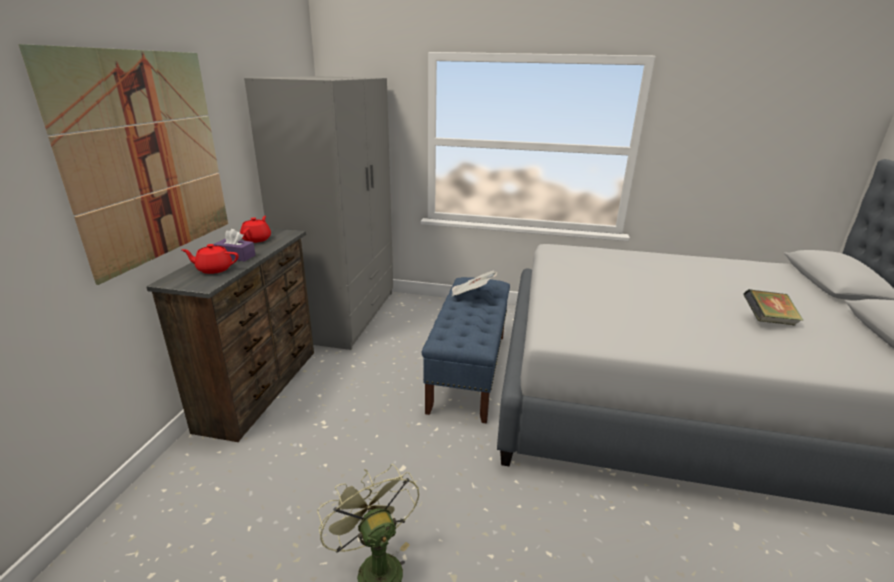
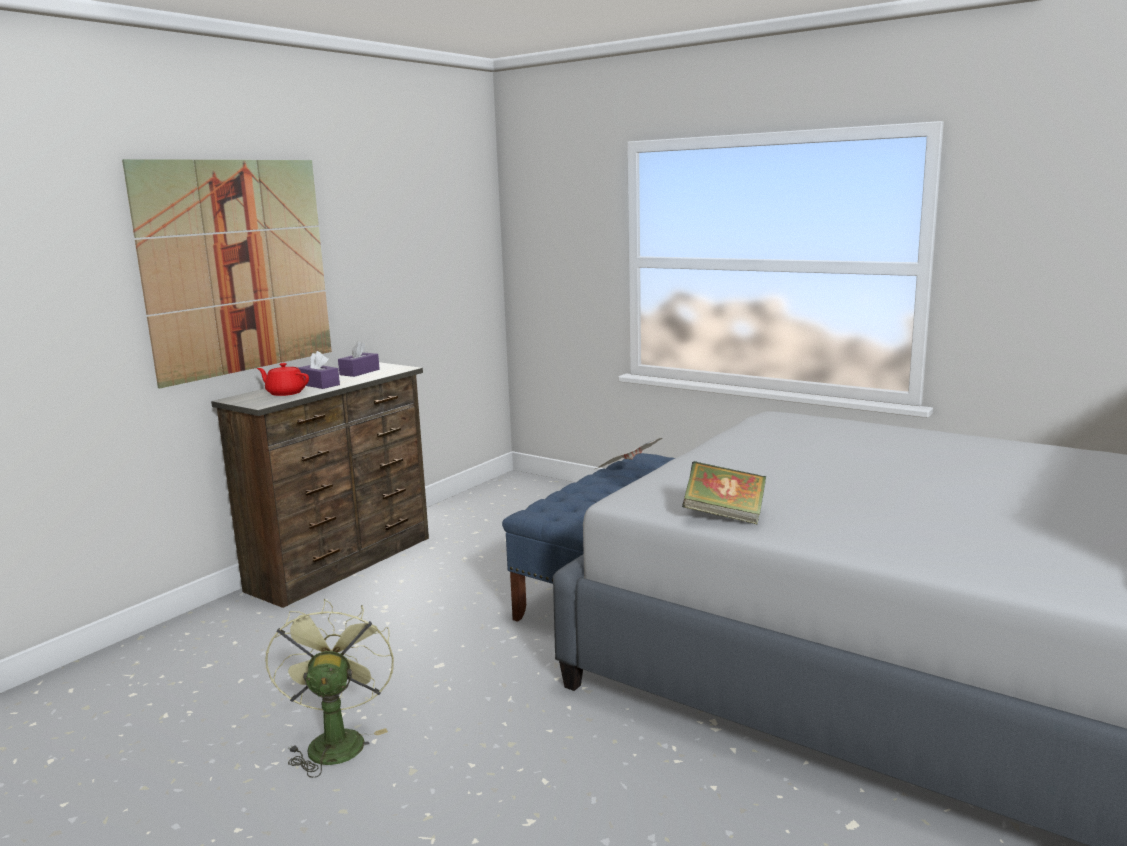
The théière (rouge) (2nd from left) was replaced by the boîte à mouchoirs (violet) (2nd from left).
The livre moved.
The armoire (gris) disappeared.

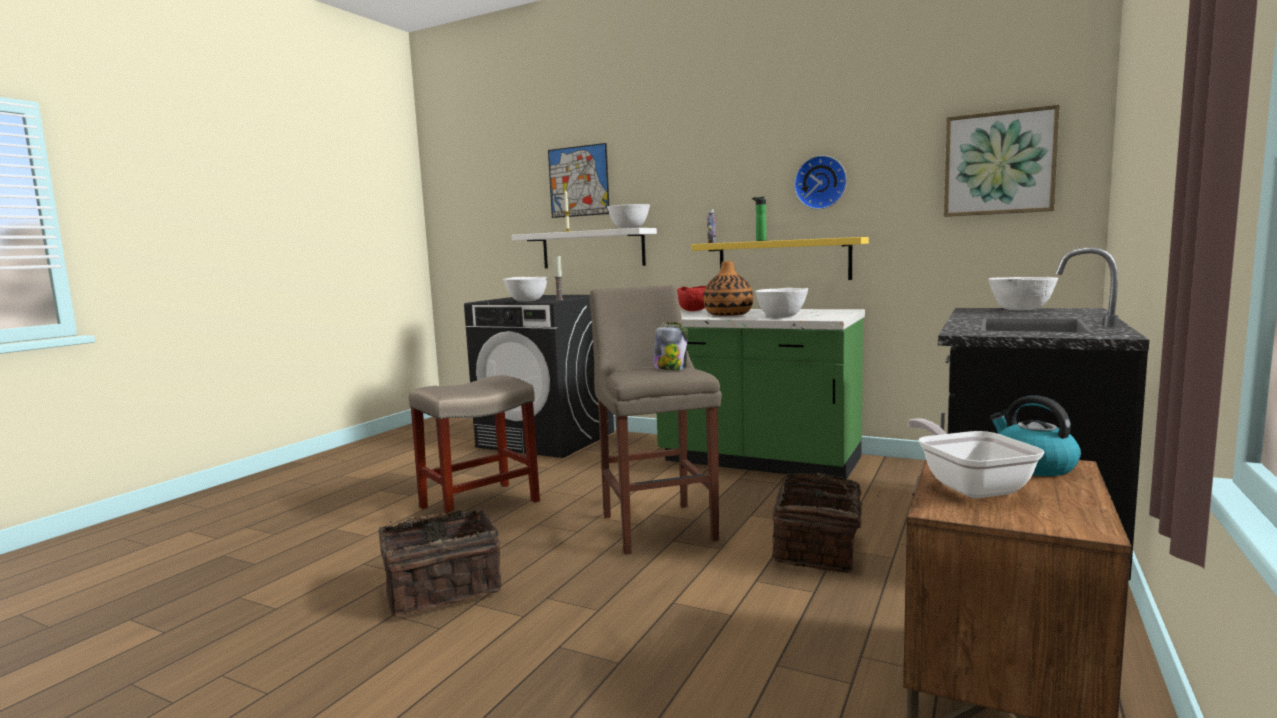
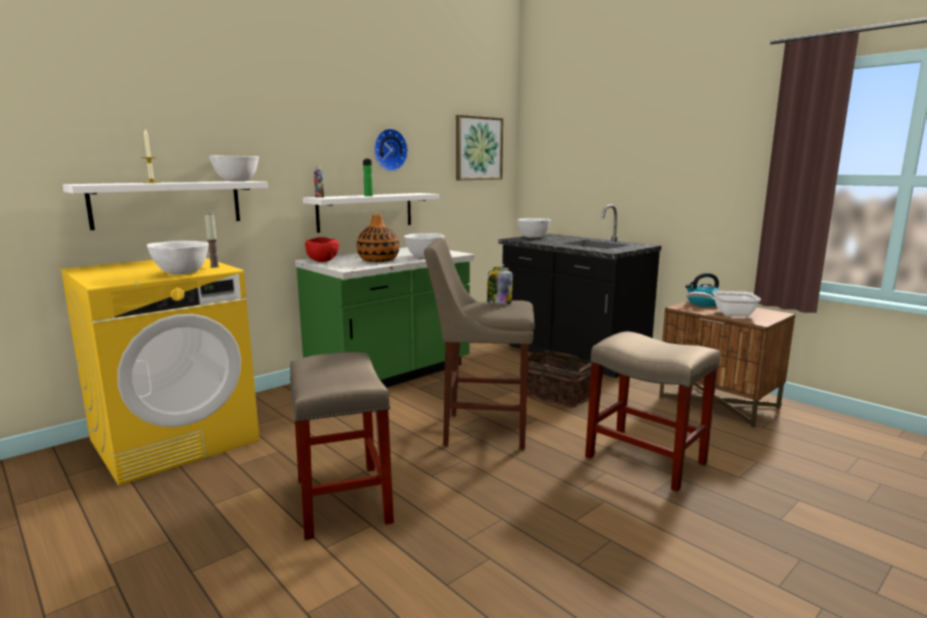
The lave-linge (noir) became the lave-linge (jaune).
The étagère (jaune) became the étagère (blanc) (2nd from left).
The tabouret (beige) (3rd from left) appeared.
The panier (1st from left) disappeared.
The tableau (1st from left) disappeared.

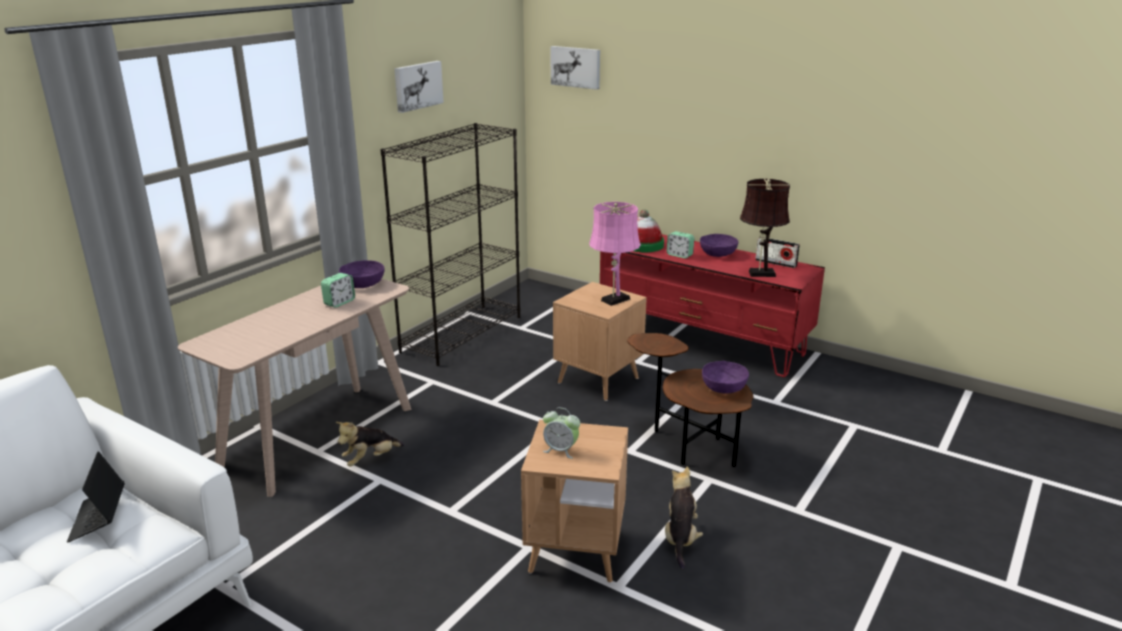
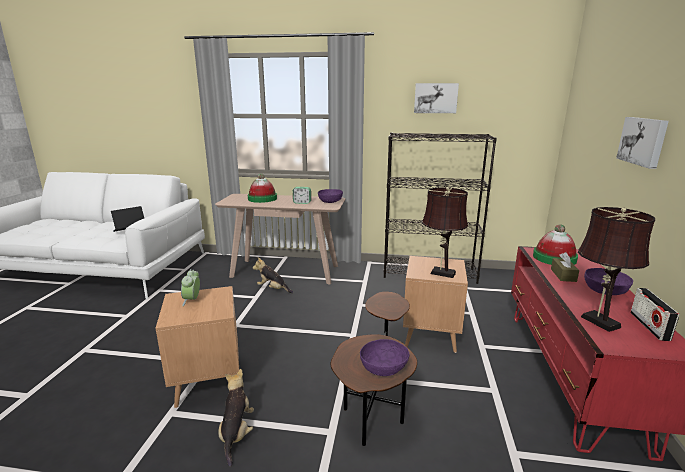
The peluche (2nd from left in the first image) turned 75 degrees counterclockwise.
The chapeau (1st from left) appeared.
The lampe de table (rose) became the lampe de table (marron) (1st from left).
The réveil (3rd from left) was replaced by the boîte à mouchoirs (marron).
The tableau (2nd from left) moved.

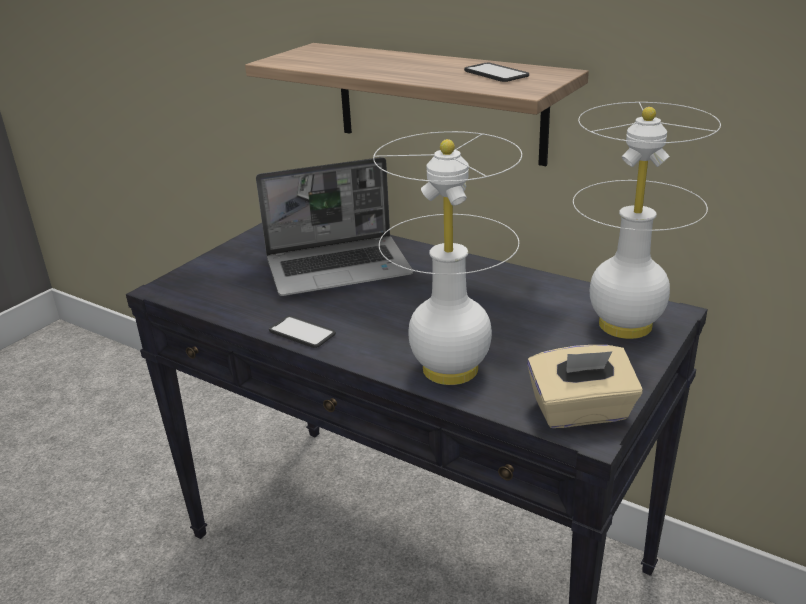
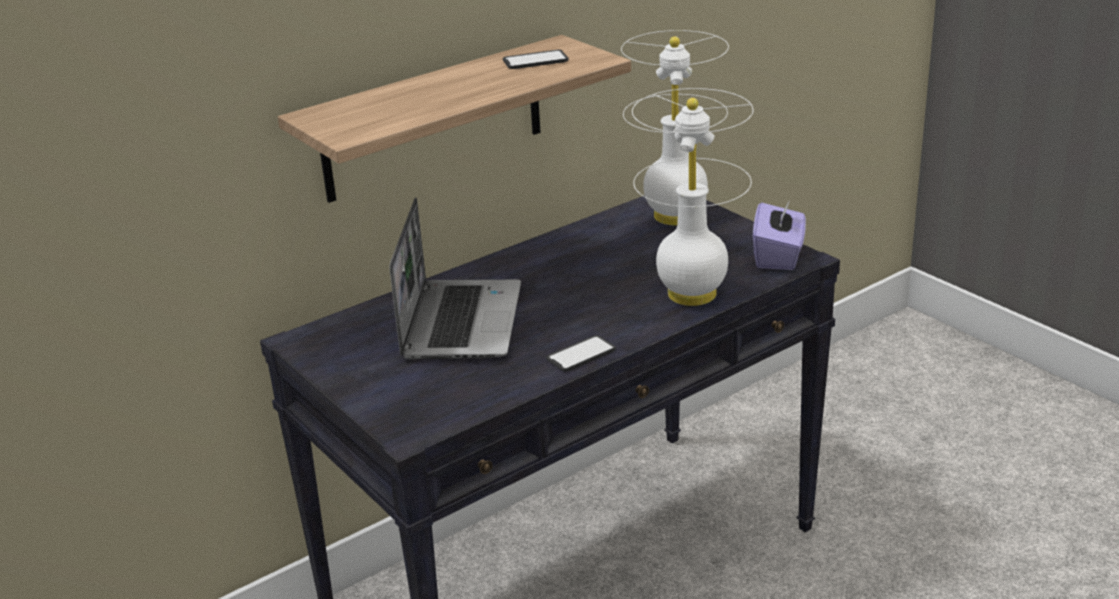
The boîte à mouchoirs (beige) became the boîte à mouchoirs (violet).

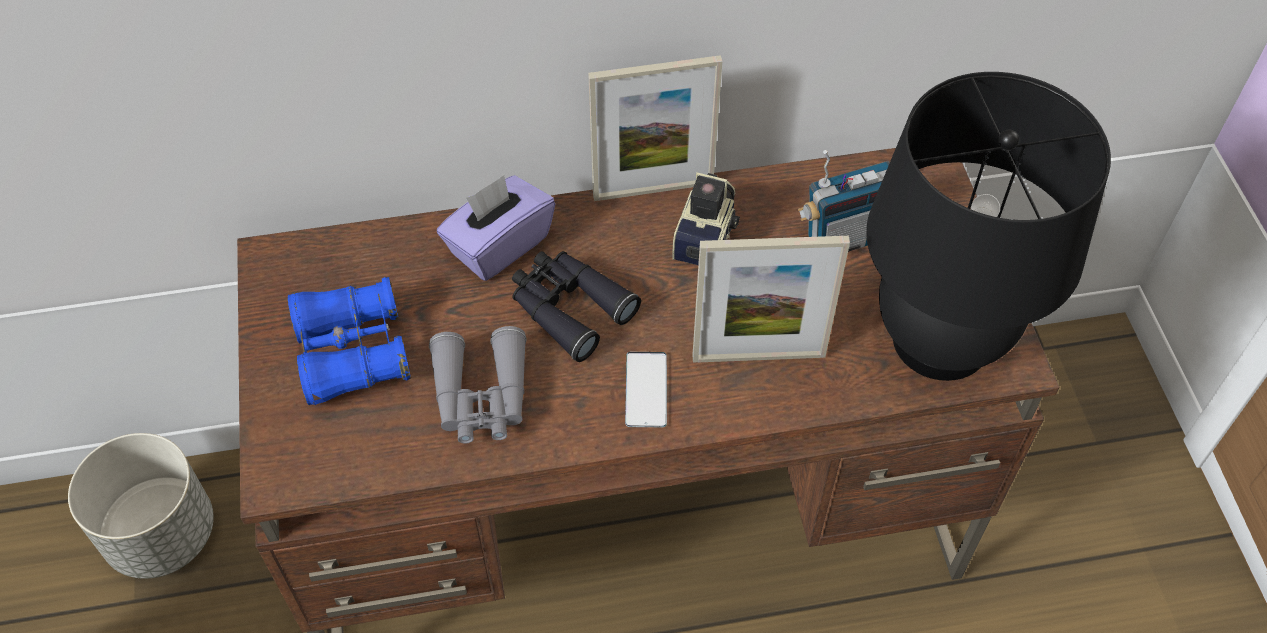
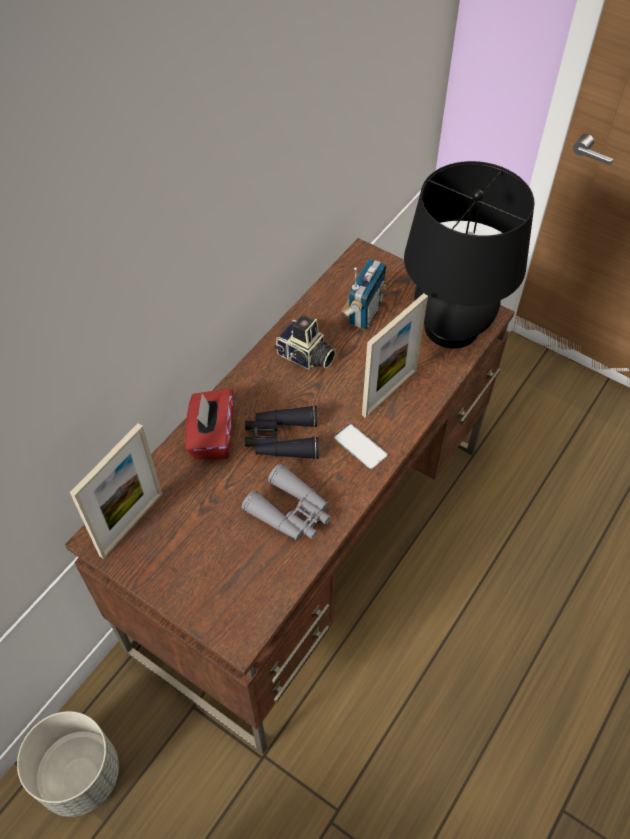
The cadre photo (1st from left) moved.
The boîte à mouchoirs (violet) became the boîte à mouchoirs (rouge).
The appareil photo turned 150 degrees clockwise.
The jumelles (bleu) disappeared.

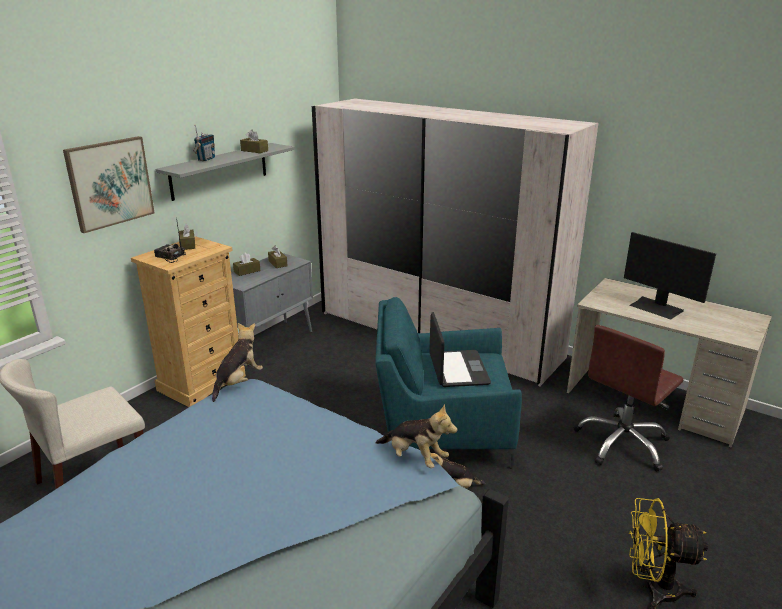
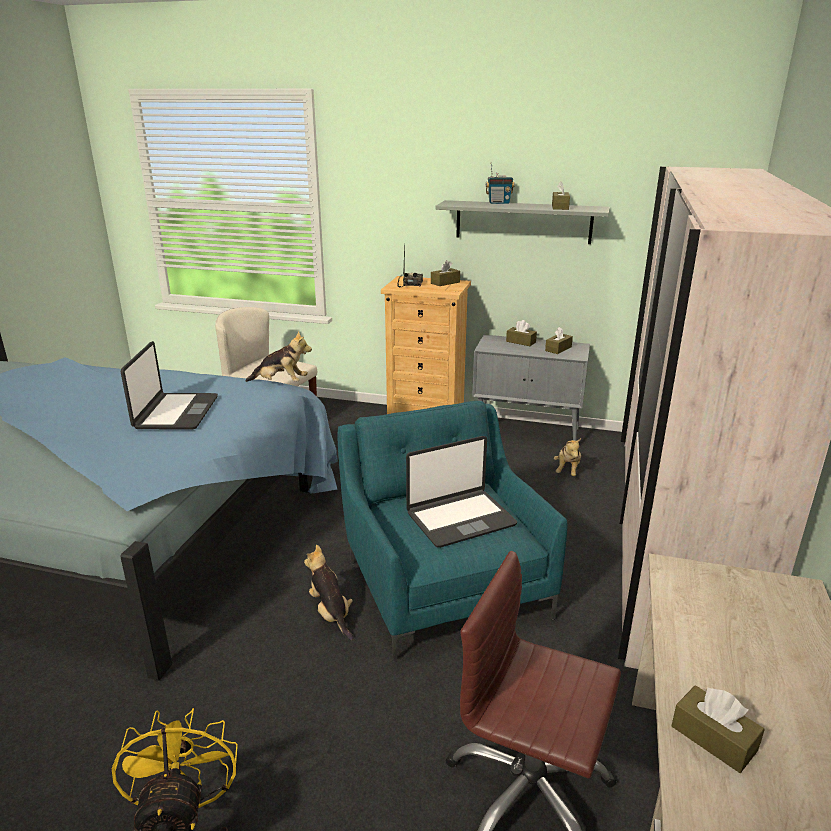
The ordinateur portable (1st from left) appeared.
The peluche (2nd from left in the first image) moved.
The boîte à mouchoirs (marron) (5th from left) appeared.
The tableau disappeared.
The écran d'ordinateur disappeared.

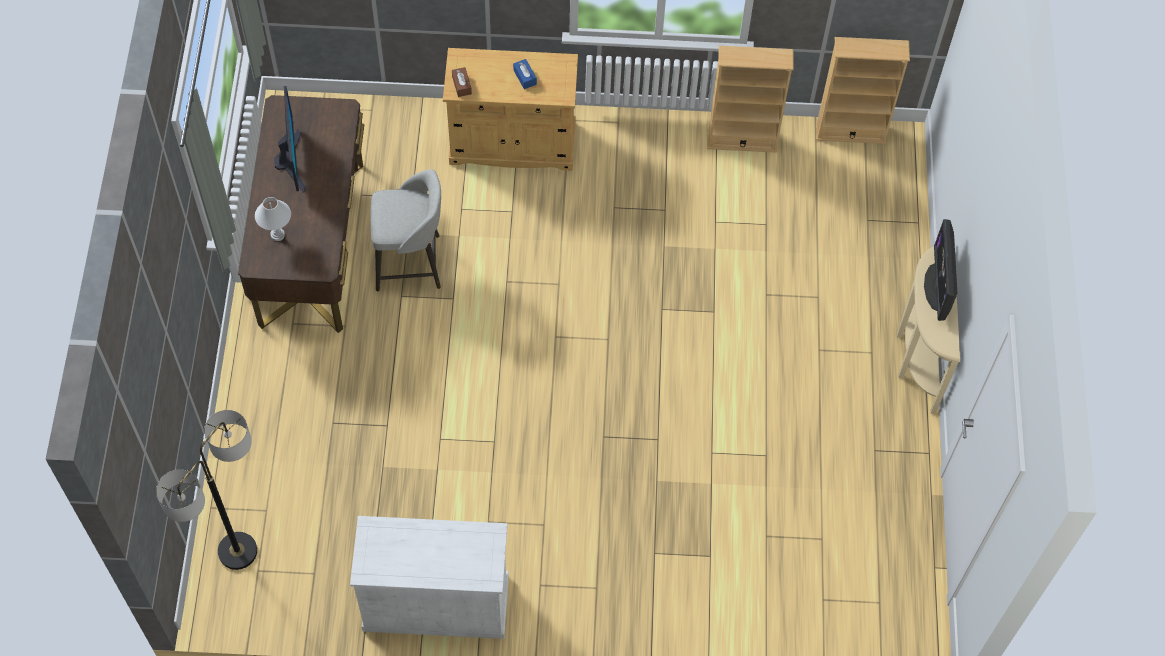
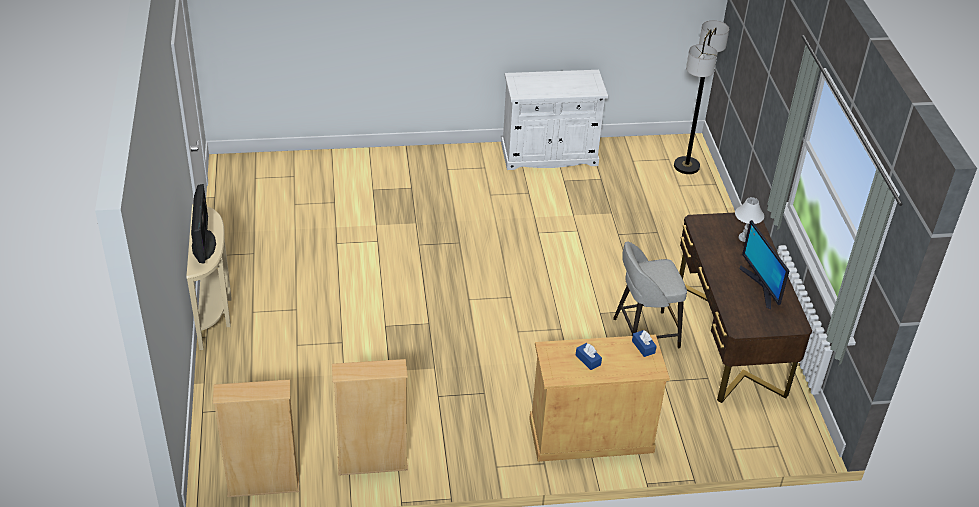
The boîte à mouchoirs (marron) became the boîte à mouchoirs (bleu) (2nd from left).

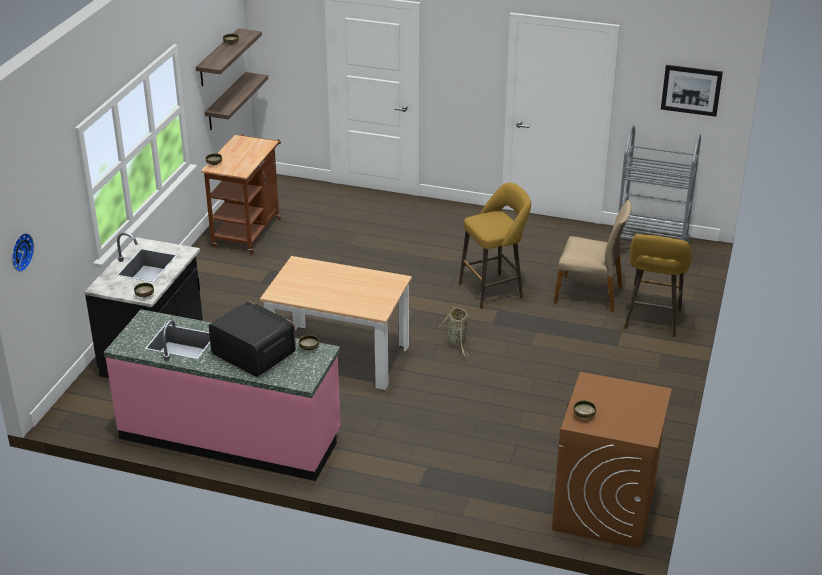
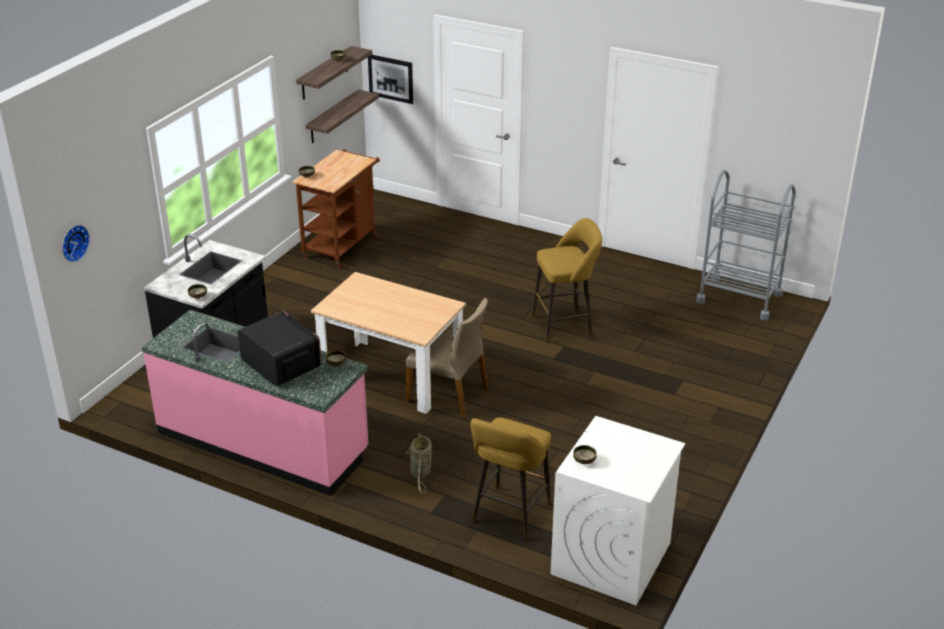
The tableau moved.
The chaise (beige) moved.
The panier moved.
The tabouret (jaune) (2nd from left in the first image) moved.
The lave-linge (marron) became the lave-linge (blanc).

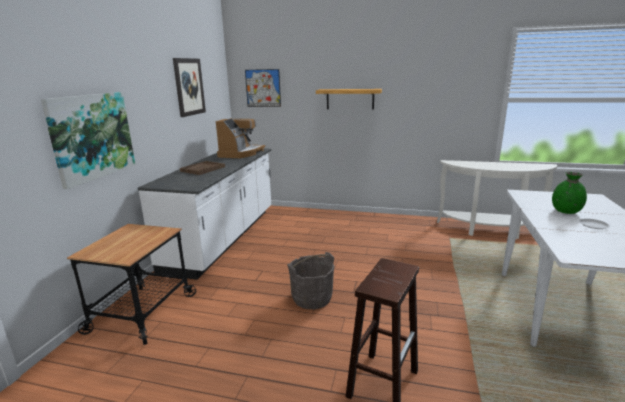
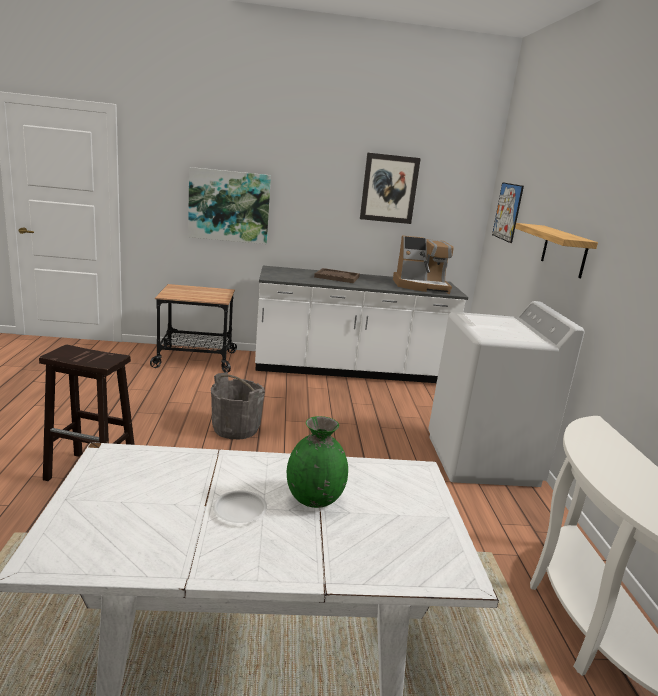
The lave-linge (blanc) appeared.

